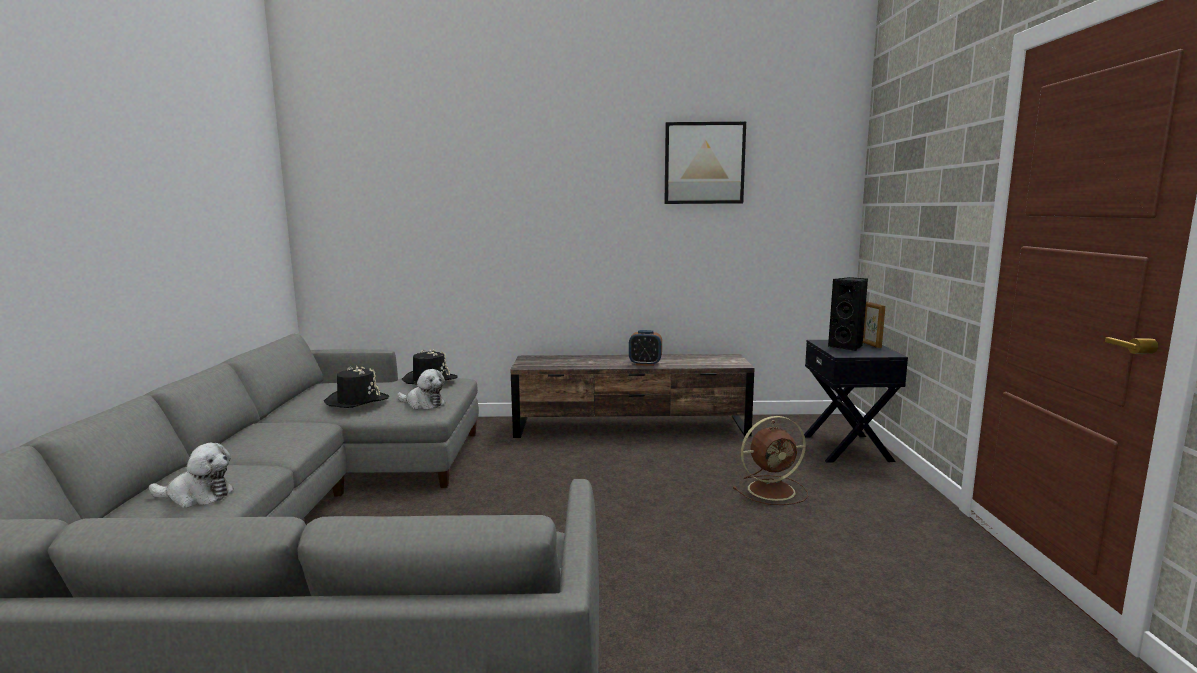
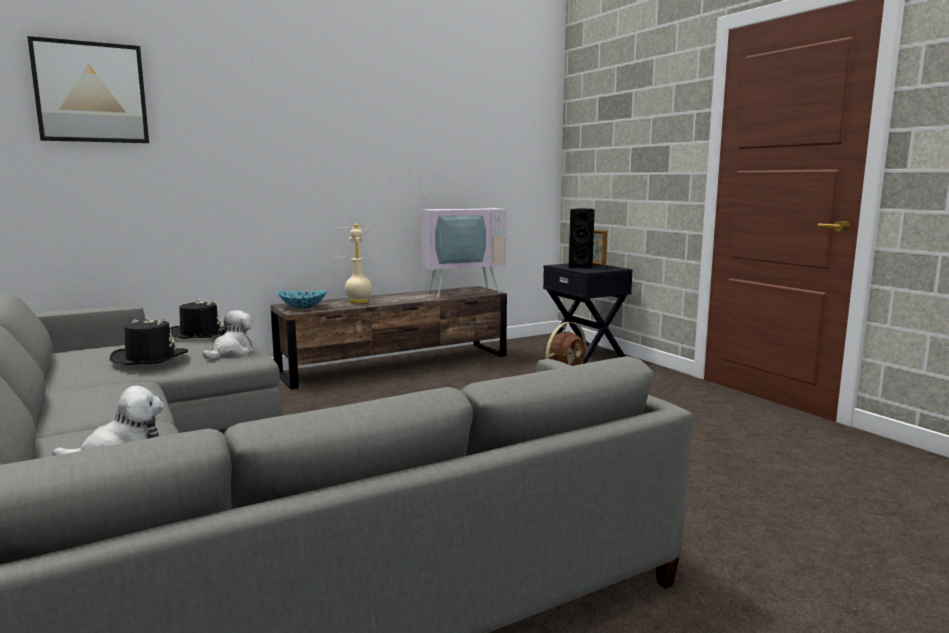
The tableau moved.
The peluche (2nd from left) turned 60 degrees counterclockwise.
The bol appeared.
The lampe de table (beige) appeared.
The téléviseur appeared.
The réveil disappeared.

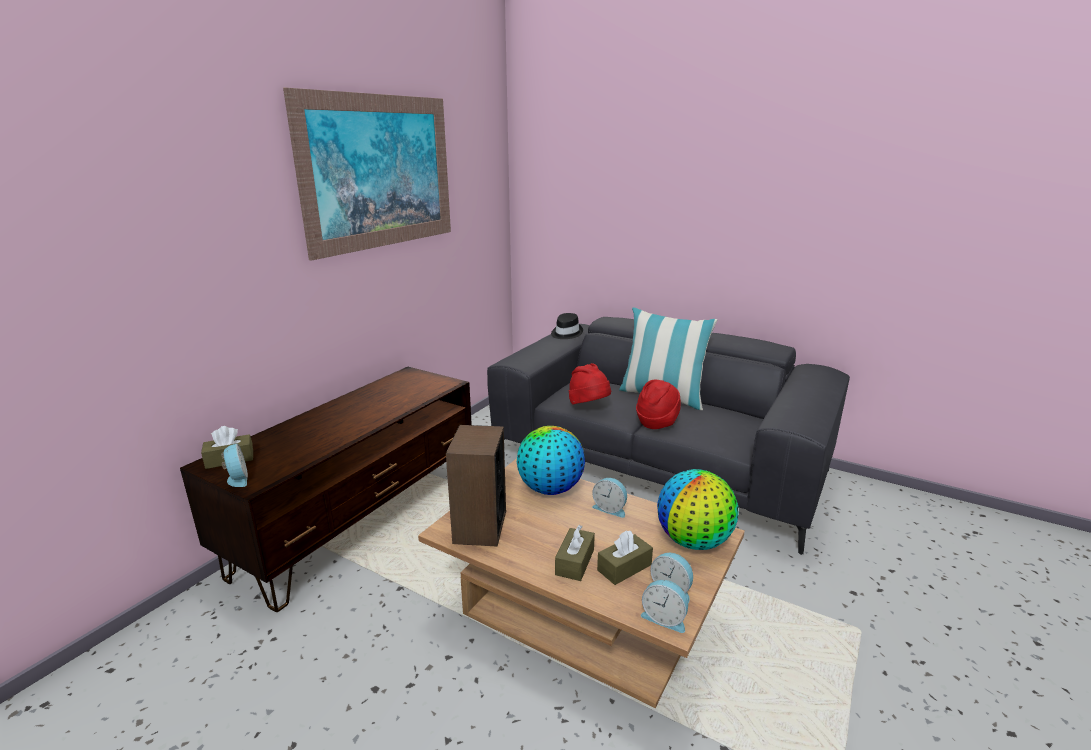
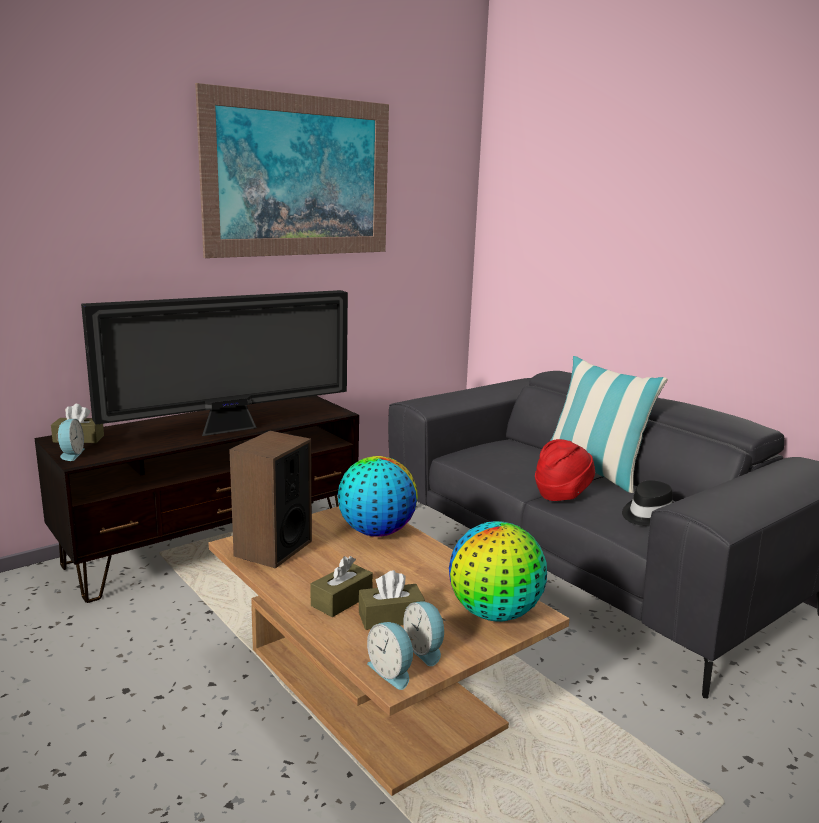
The téléviseur appeared.
The chapeau (noir) moved.
The chapeau (rouge) (1st from left) disappeared.
The réveil (2nd from left) disappeared.

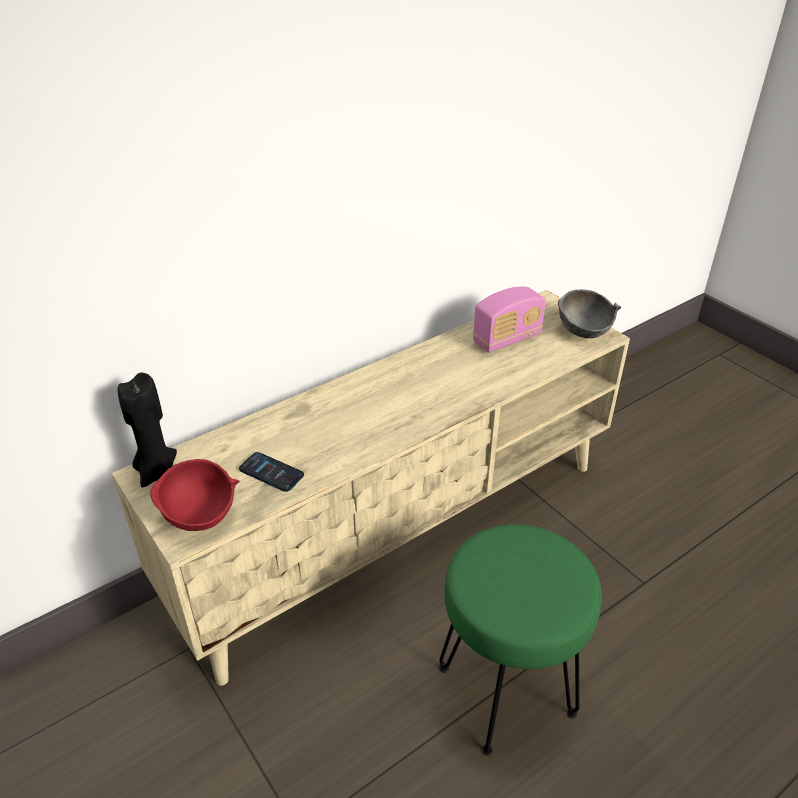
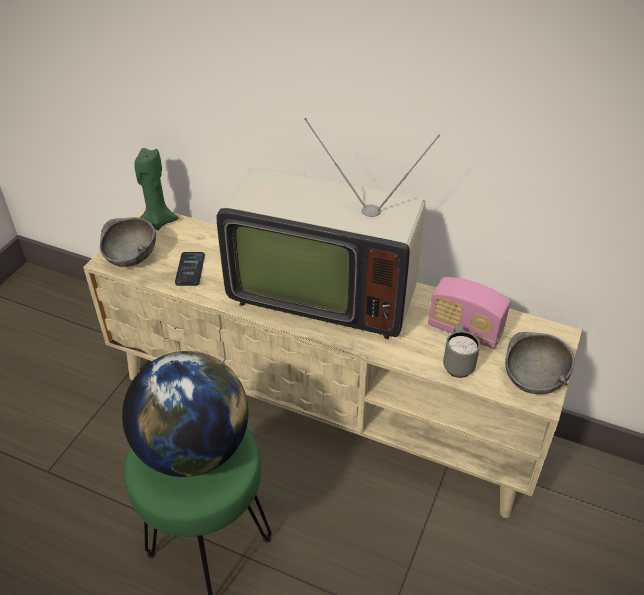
The bol (rouge) became the bol (gris) (1st from left).
The globe appeared.
The bougie (noir) became the bougie (vert).
The téléviseur appeared.
The mug (gris) appeared.

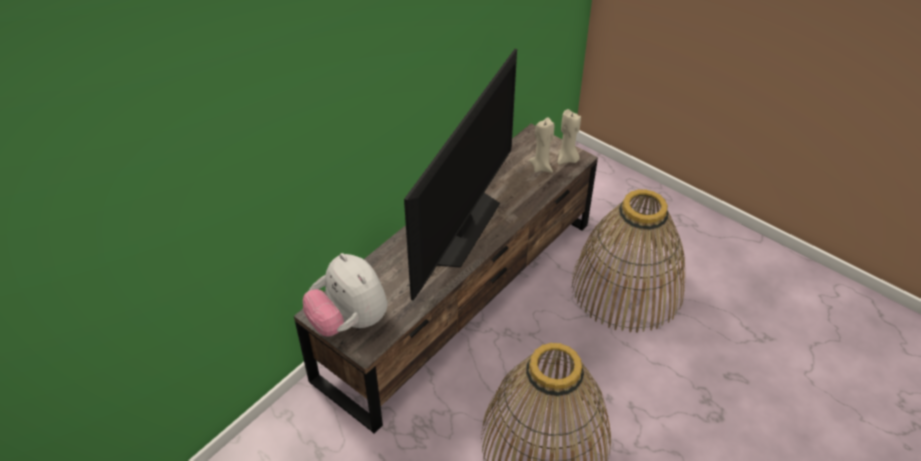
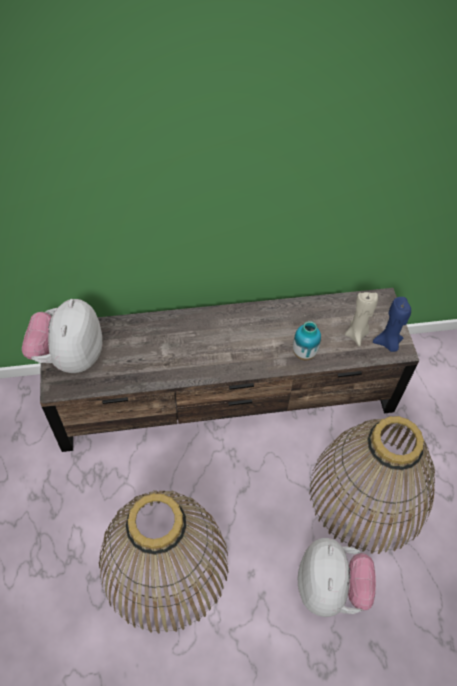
The vase appeared.
The peluche (2nd from left) appeared.
The bougie (beige) (2nd from left) became the bougie (bleu).
The téléviseur disappeared.

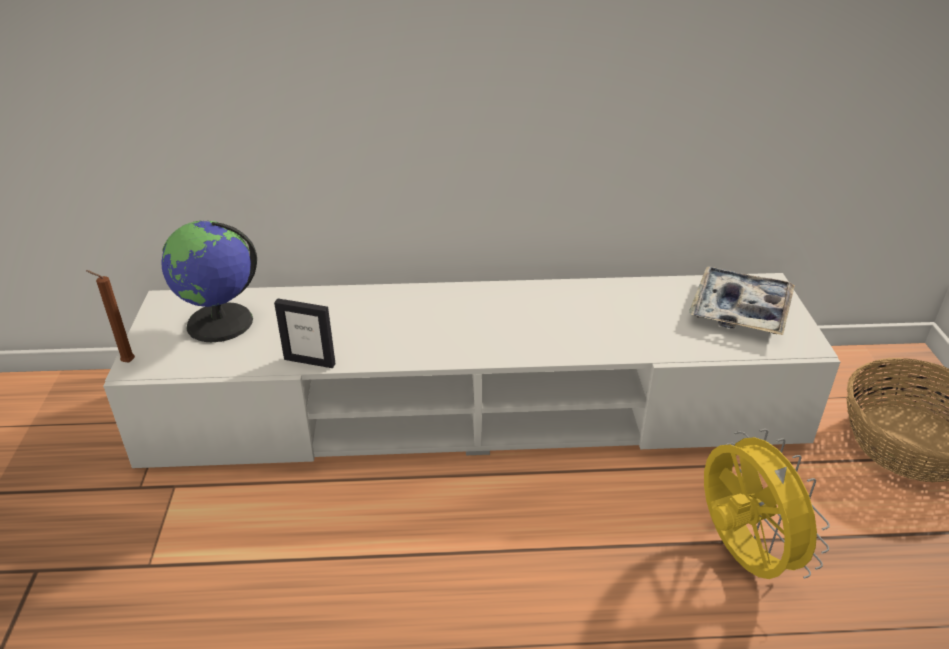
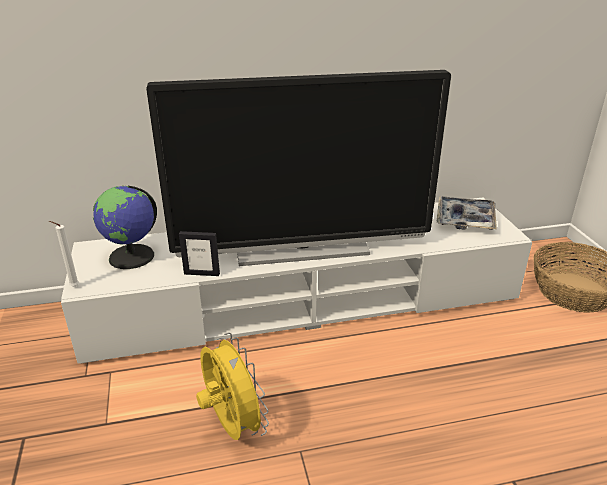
The bougie (marron) became the bougie (blanc).
The téléviseur appeared.
The ventilateur (jaune) moved.

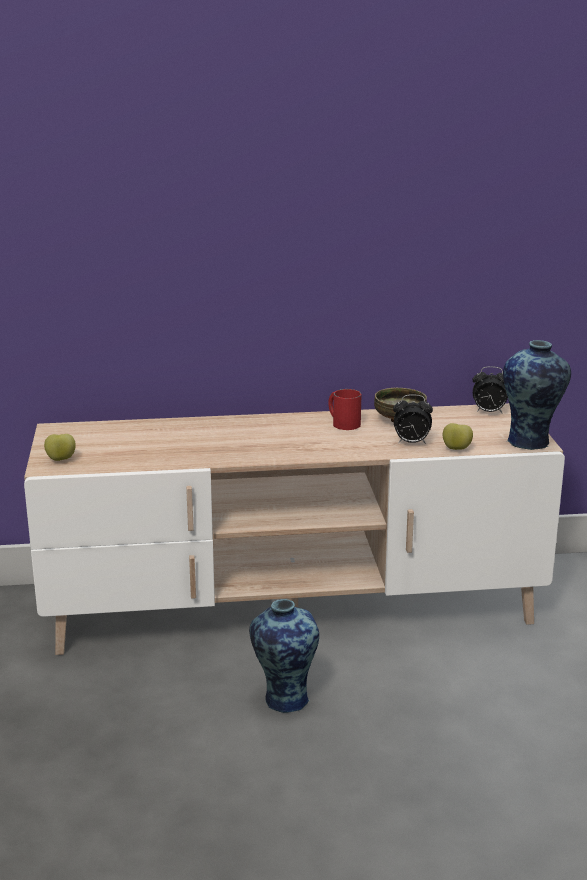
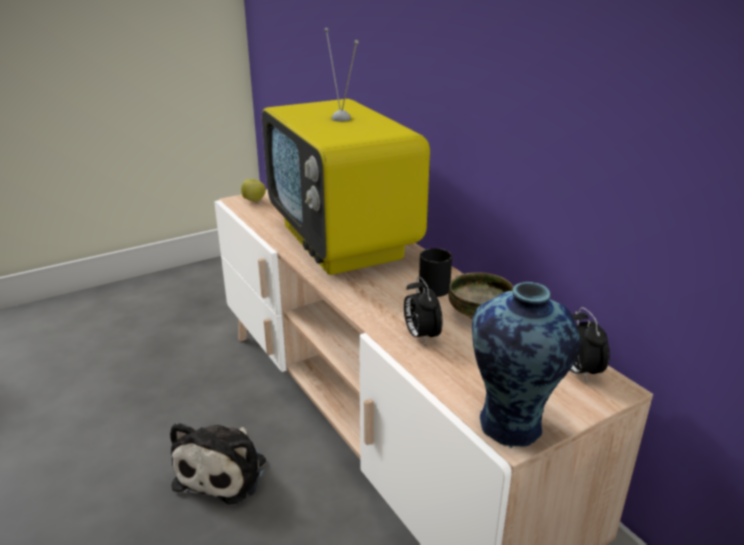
The vase (1st from left) was replaced by the peluche.
The téléviseur appeared.
The mug (rouge) became the mug (noir).
The pomme (2nd from left) disappeared.

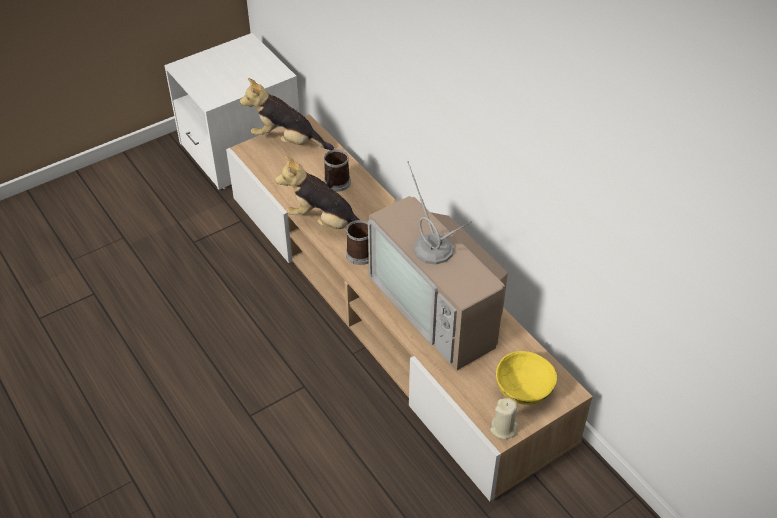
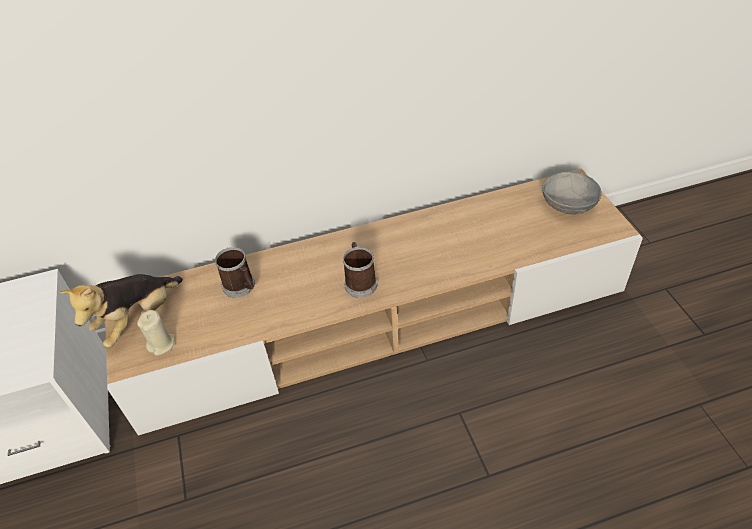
The bougie (beige) moved.
The bol (jaune) became the bol (gris).
The peluche (2nd from left) disappeared.
The téléviseur disappeared.

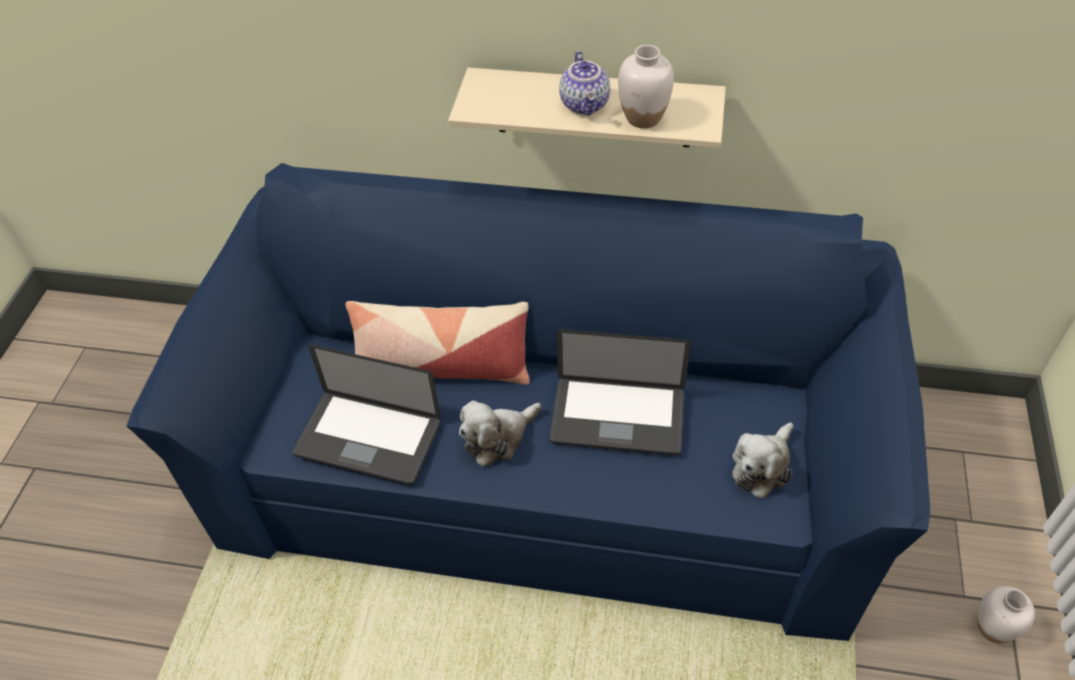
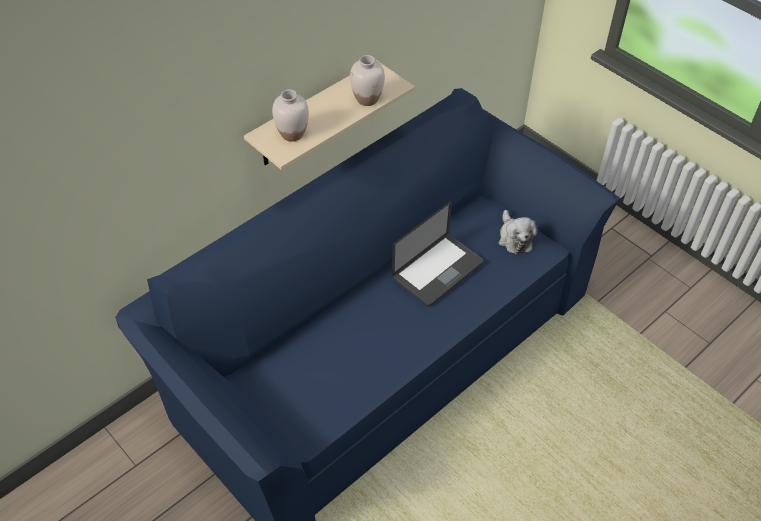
The vase (blanc) (2nd from left in the first image) moved.
The ordinateur portable (1st from left) disappeared.
The coussin disappeared.
The peluche (1st from left) disappeared.
The théière disappeared.

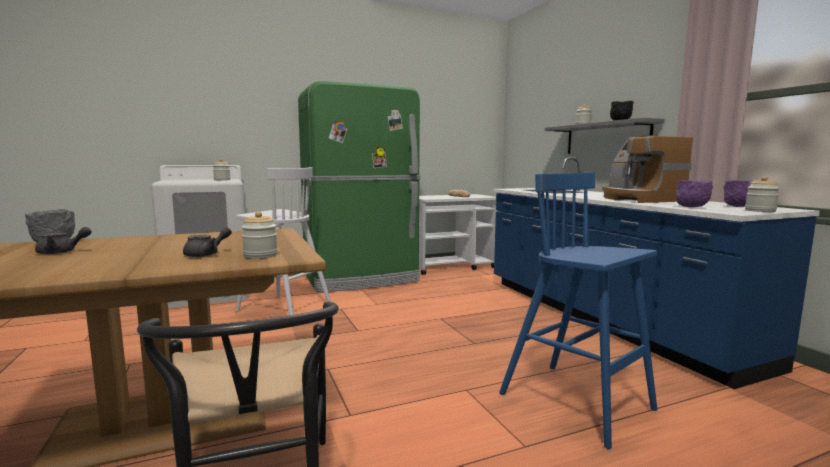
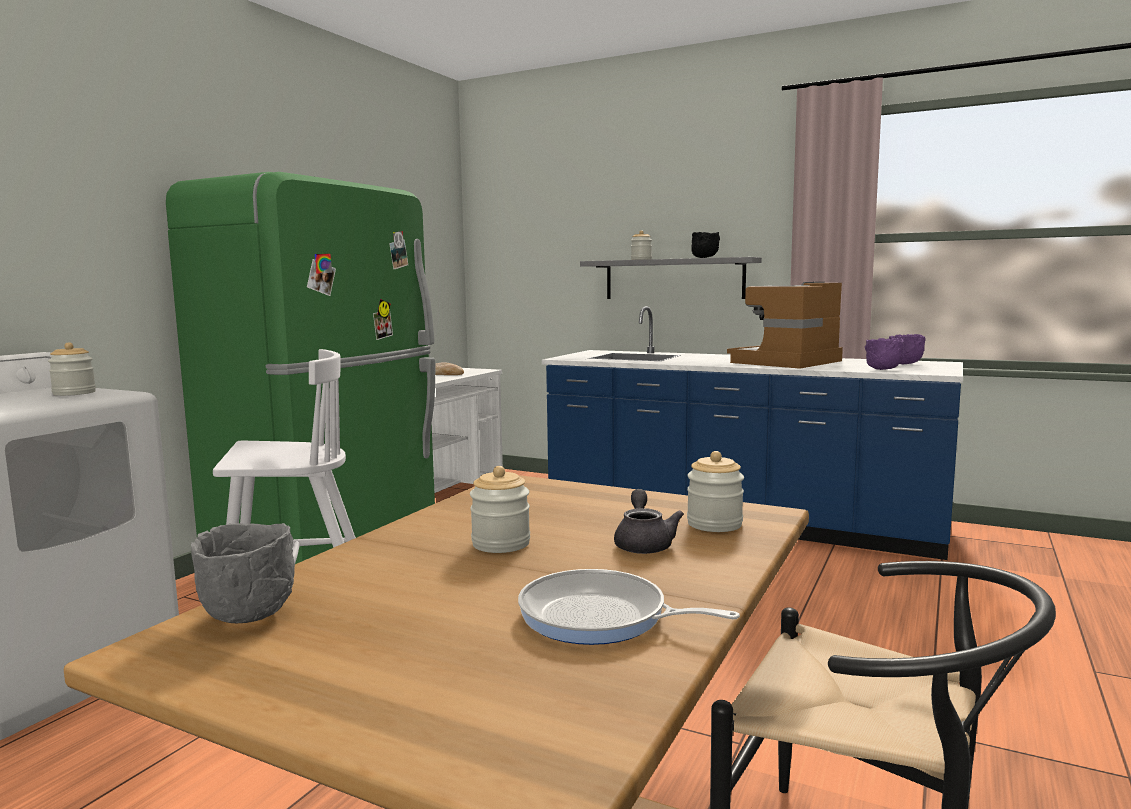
The bocal (4th from left in the first image) moved.
The poêle appeared.
The machine à café turned 105 degrees clockwise.
The théière (gris) (1st from left) disappeared.
The tabouret (bleu) disappeared.

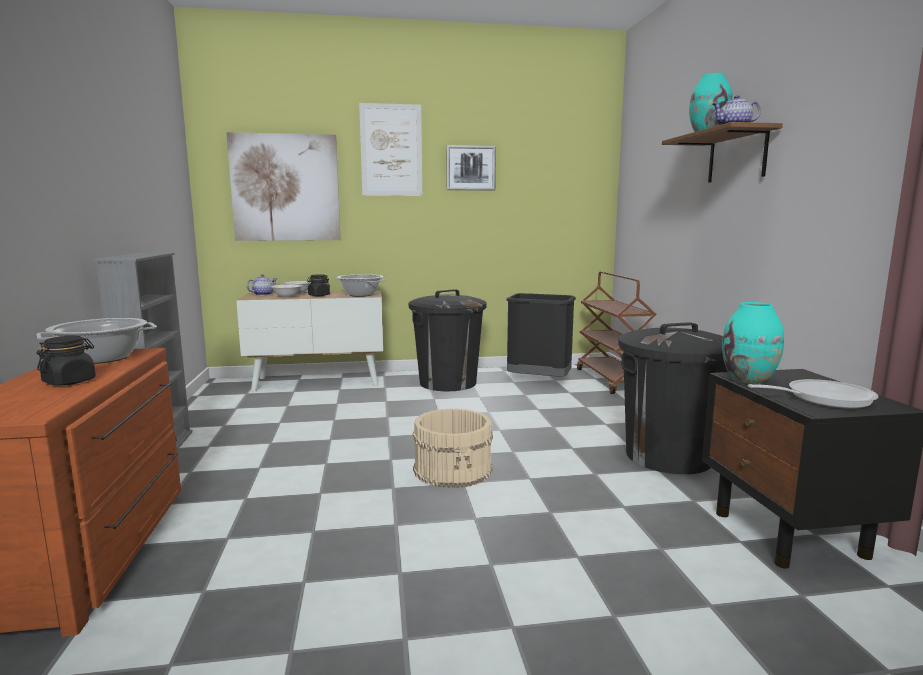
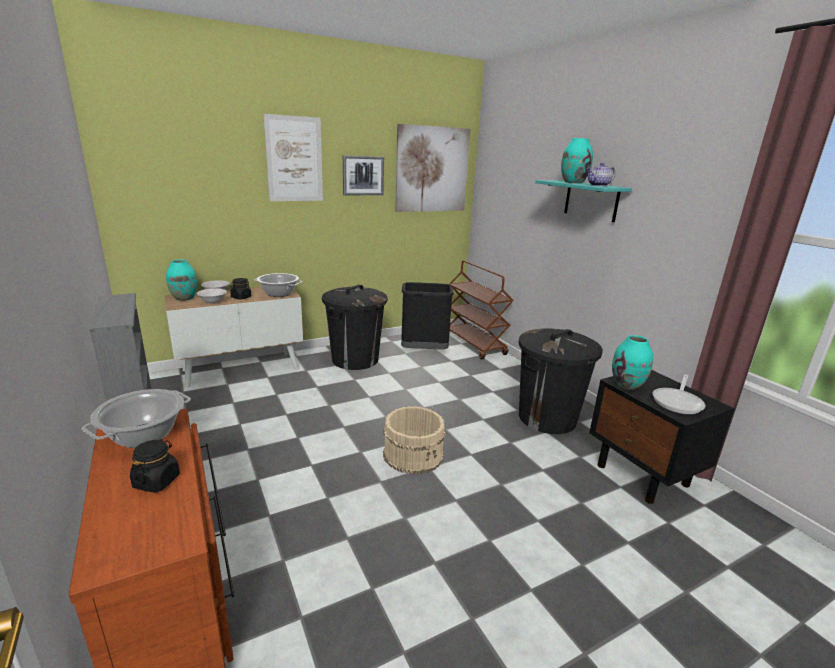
The théière (1st from left) was replaced by the vase (turquoise) (1st from left).
The tableau (1st from left in the first image) moved.
The étagère (marron) became the étagère (turquoise).
The poêle turned 150 degrees clockwise.

